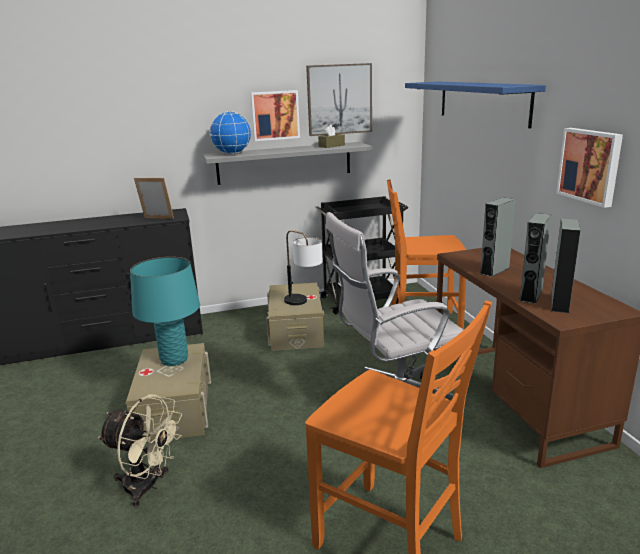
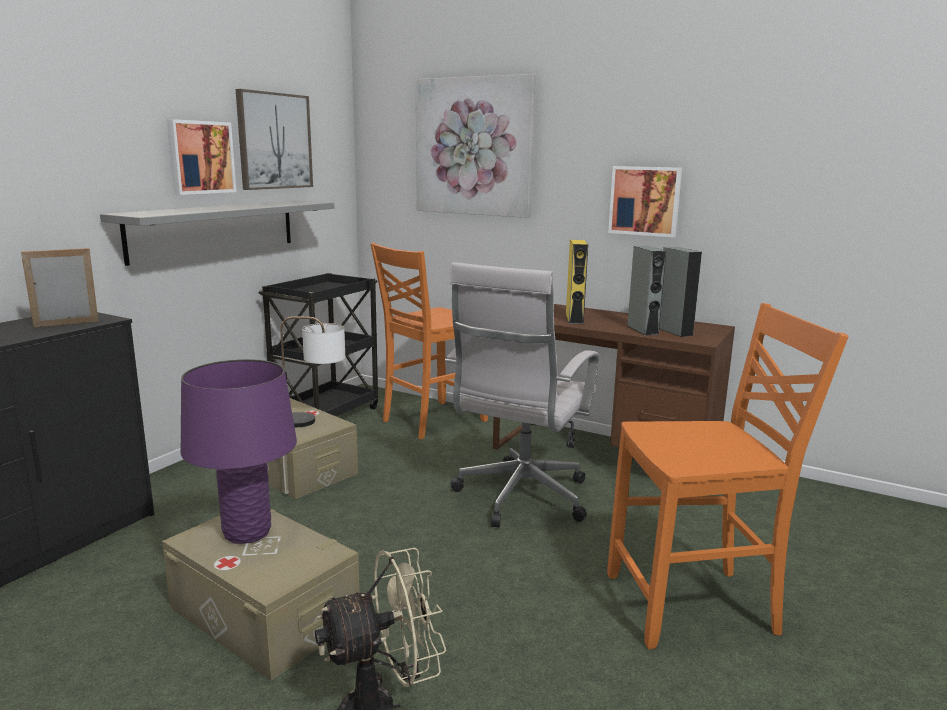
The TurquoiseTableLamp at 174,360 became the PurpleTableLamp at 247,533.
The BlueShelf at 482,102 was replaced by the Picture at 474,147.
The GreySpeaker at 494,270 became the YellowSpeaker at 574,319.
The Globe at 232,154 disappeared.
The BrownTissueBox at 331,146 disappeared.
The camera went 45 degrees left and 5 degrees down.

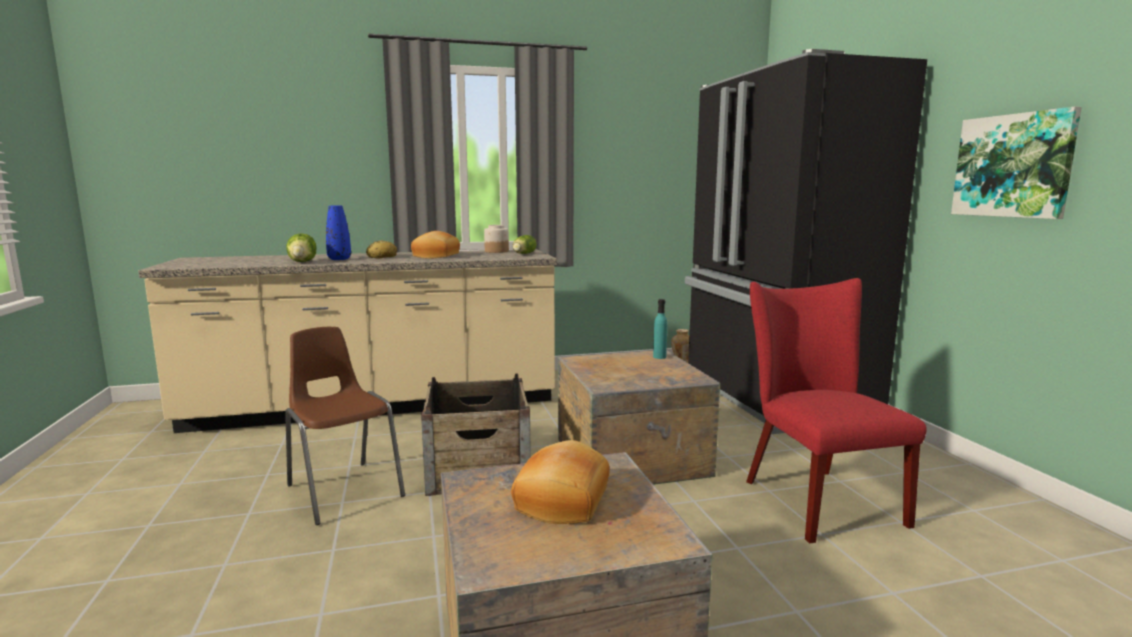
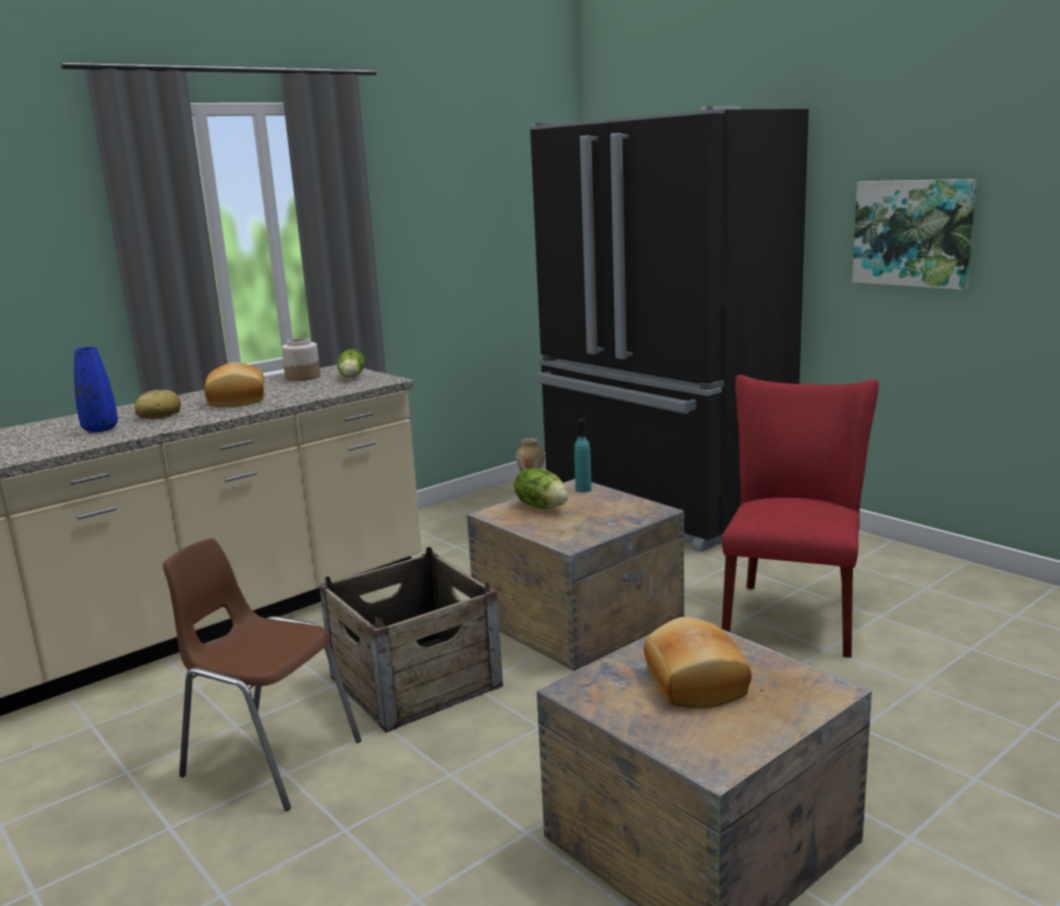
The Lettuce moved from 303,262 to 542,506.
The RedChair at 814,498 turned 60 degrees clockwise.
The camera went 25 degrees left and 5 degrees up.

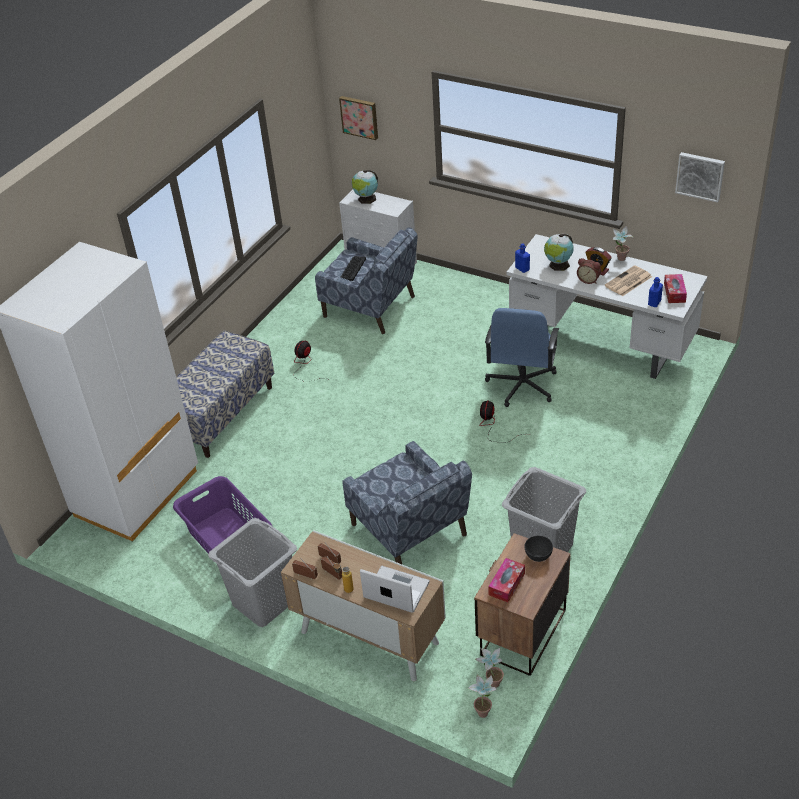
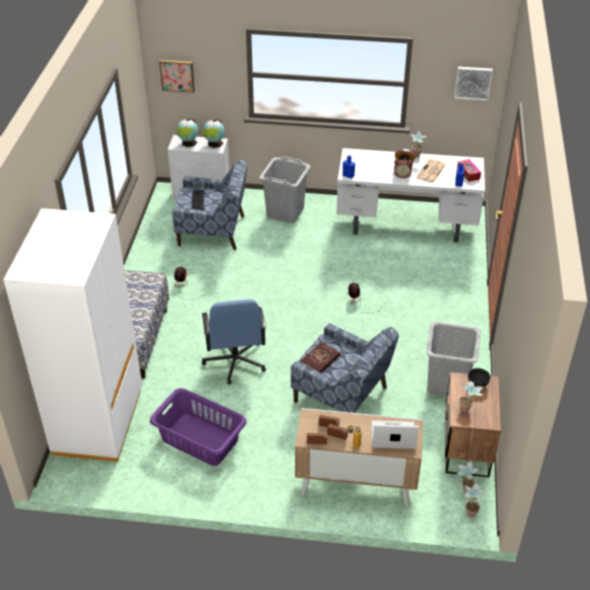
The BlueOfficeChair moved from 521,385 to 235,361.
The Globe moved from 558,265 to 214,144.
The GreyLaundryBasket moved from 264,602 to 285,212.
The RedBook at 320,359 appeared.
The TissueBox at 506,584 was replaced by the PottedPlant at 467,410.
The camera went 25 degrees left and 0 degrees up.

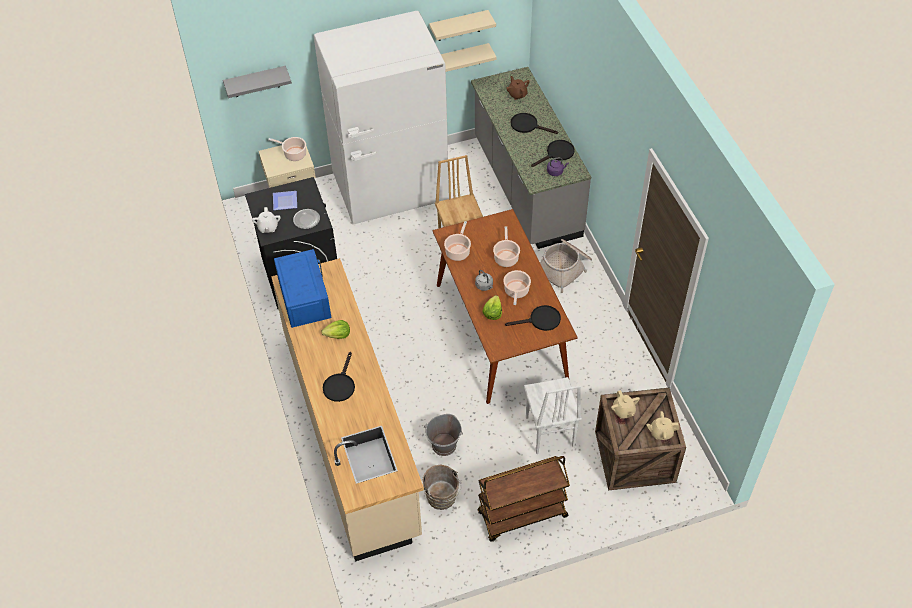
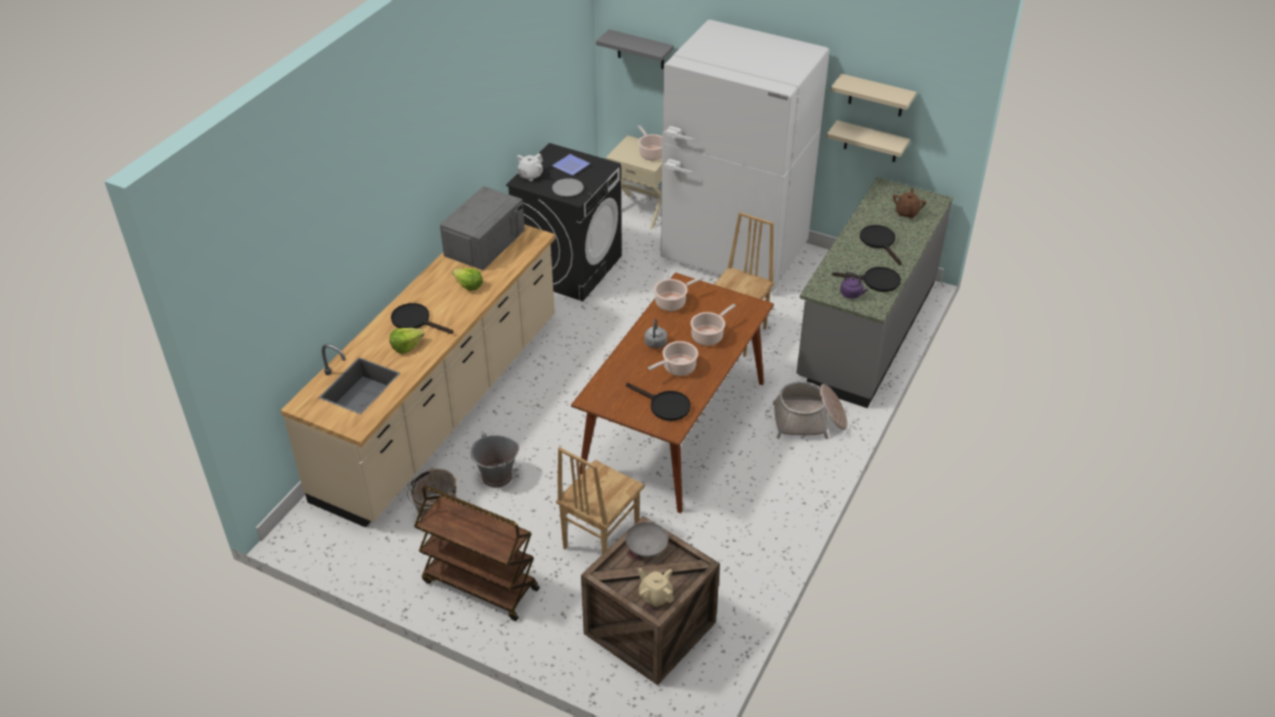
The Lettuce moved from 492,312 to 406,346.
The BlackFryingPan at 340,384 turned 60 degrees clockwise.
The BlueMicrowave at 304,297 became the GreyMicrowave at 485,242.
The WhiteChair at 549,432 became the BrownChair at 599,540.
The BeigeTeapot at 623,411 was replaced by the GreyBowl at 646,548.
The camera went 45 degrees right and 10 degrees down.

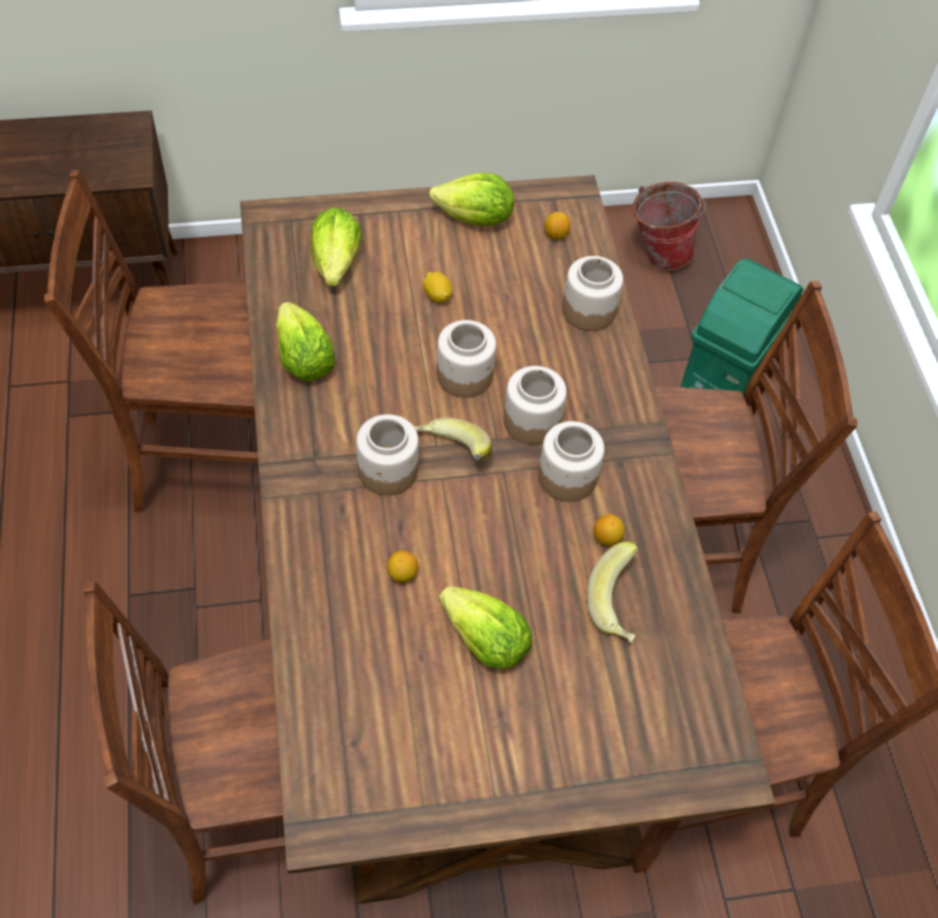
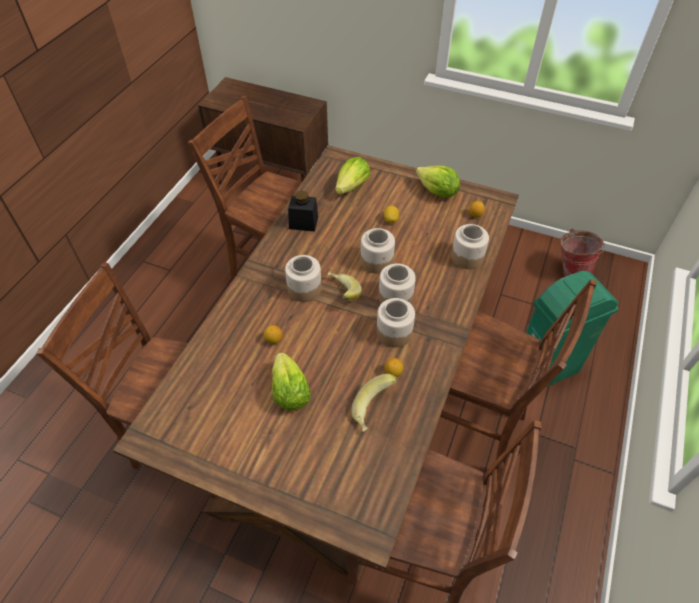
The Lettuce at 303,360 was replaced by the BlackJar at 303,223.
The camera went 35 degrees right and 5 degrees down.

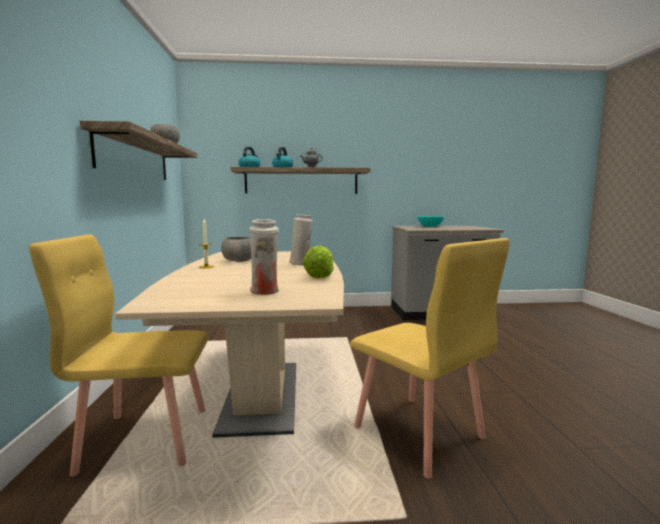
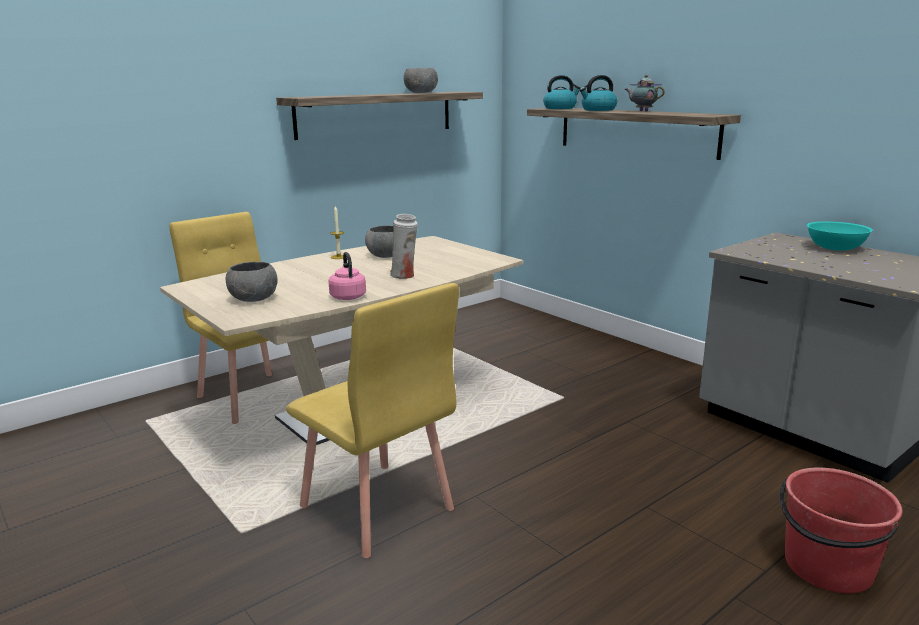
The WhiteVase at 265,292 was replaced by the GreyBowl at 254,299.
The YellowChair at 418,433 turned 60 degrees counterclockwise.
The Lettuce at 319,276 was replaced by the PinkKettle at 347,296.
The RedBucket at 827,567 appeared.
The camera went 55 degrees right and 10 degrees up.

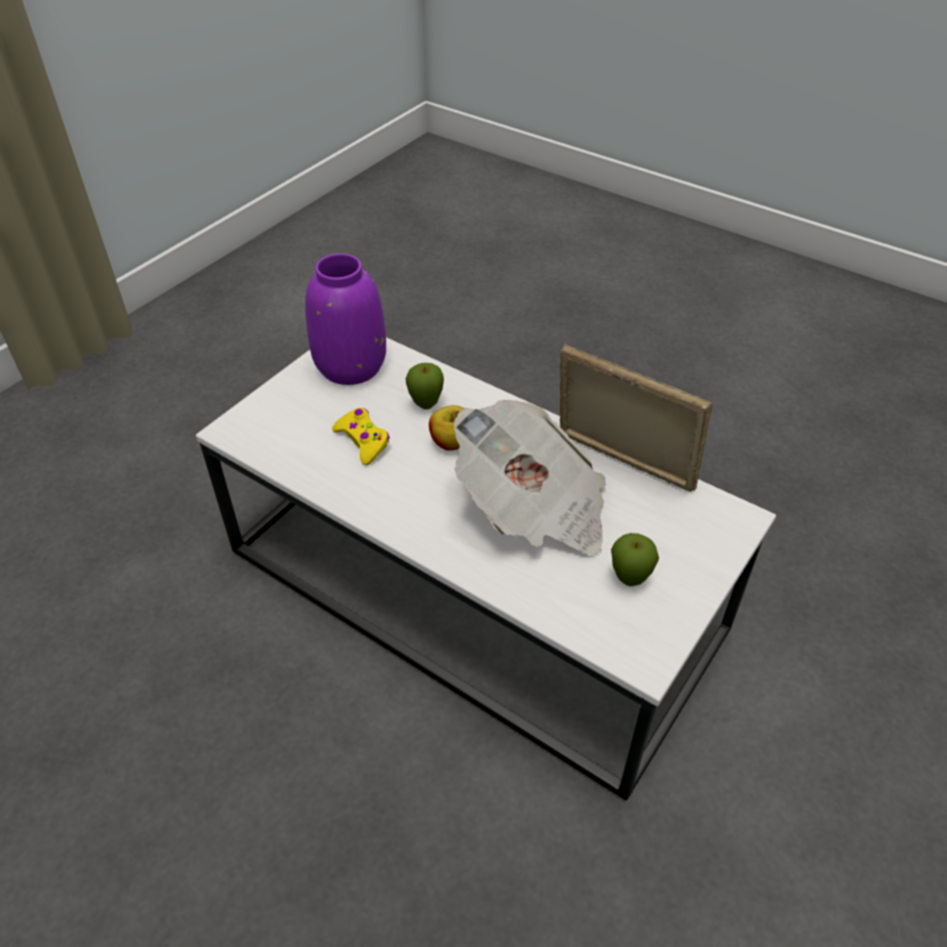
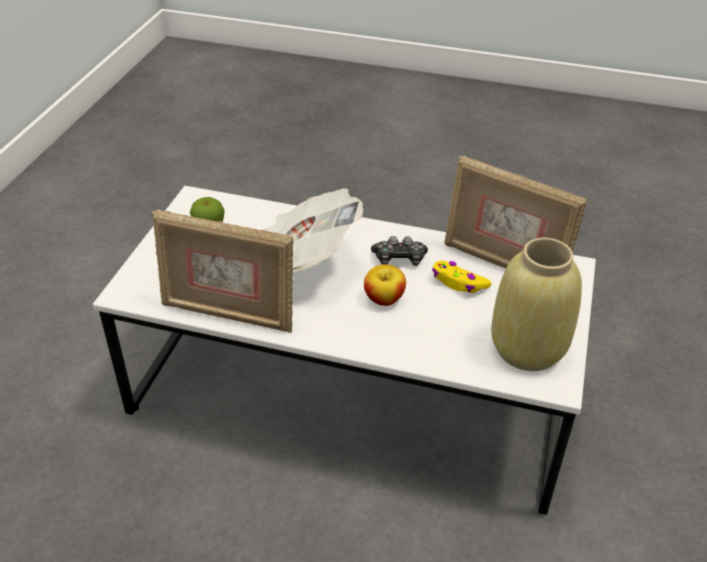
The GameController at 399,259 appeared.
The PictureFrame at 503,263 appeared.
The PurpleVase at 349,366 became the BeigeVase at 529,349.
The Apple at 426,405 disappeared.
The camera went 160 degrees right and 5 degrees down.

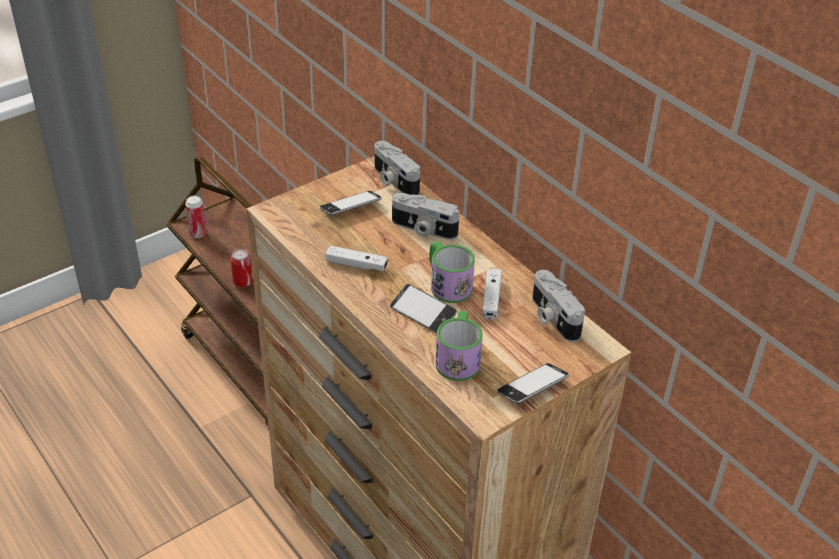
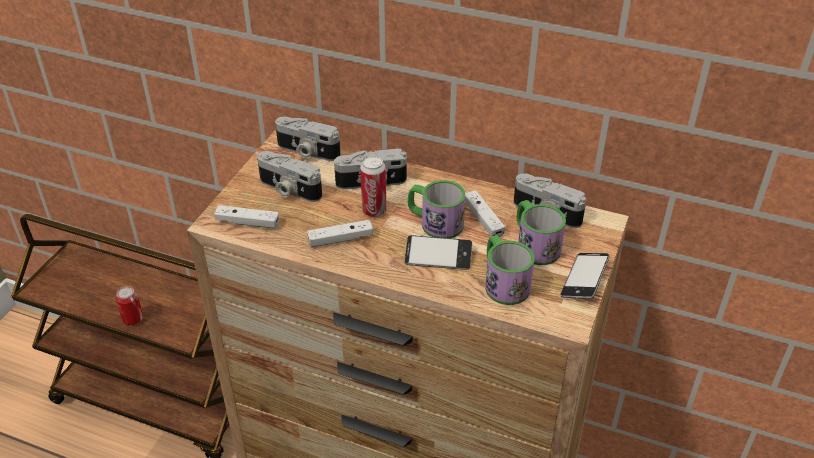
The WhiteGameController at 247,222 appeared.
The Phone at 350,207 was replaced by the PhotoCamera at 288,190.
The Can moved from 198,234 to 374,211.
The Mug at 534,245 appeared.
The camera went 30 degrees left and 0 degrees up.

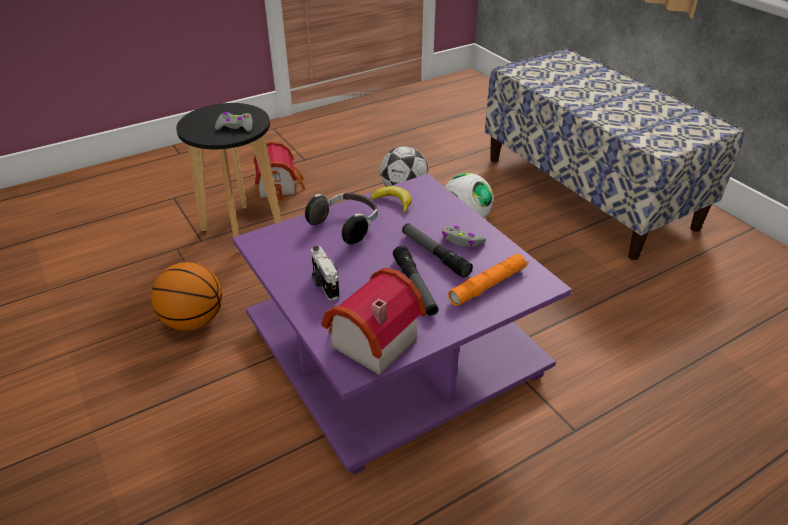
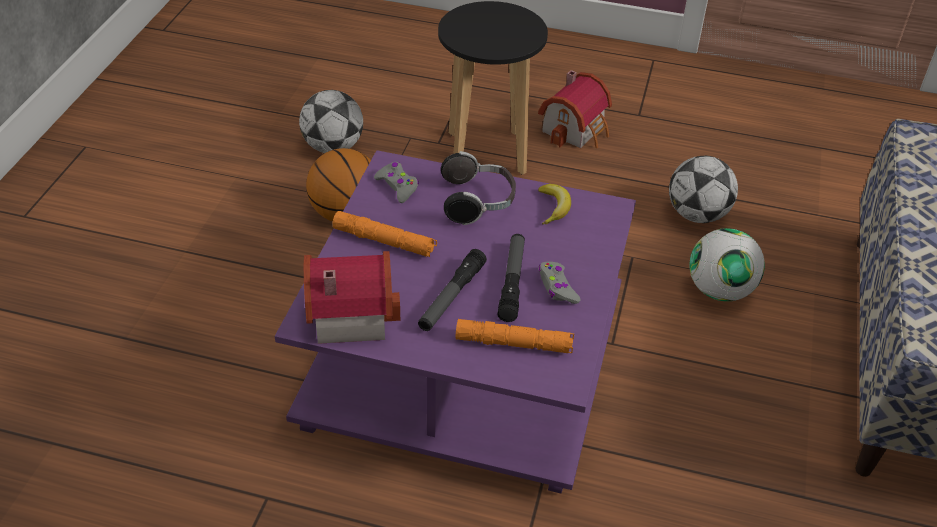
The Football at 333,147 appeared.
The PhotoCamera at 324,284 was replaced by the OrangeFlashlight at 384,241.
The GreyGameController moved from 235,127 to 397,186.
The camera went 45 degrees right and 5 degrees up.

